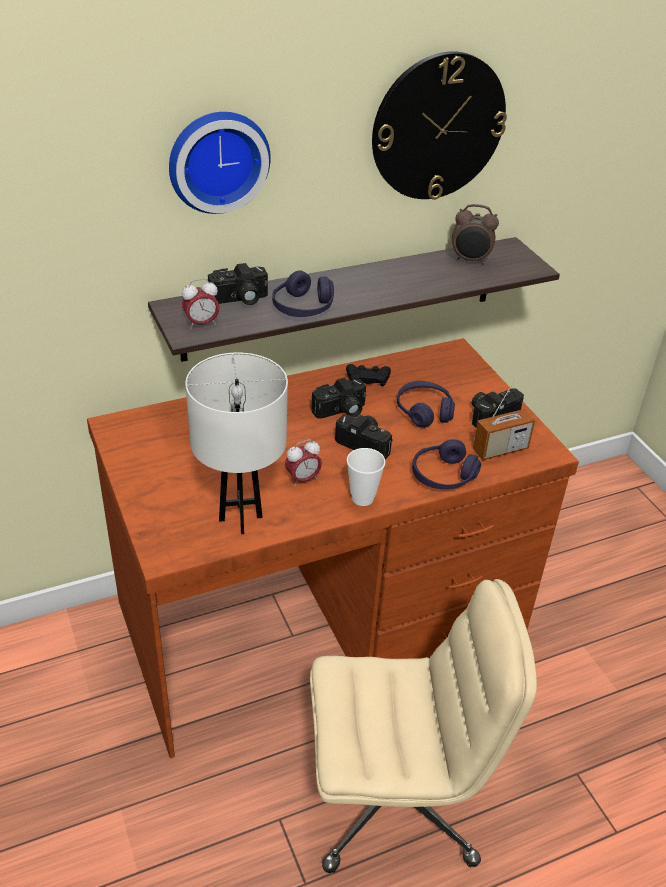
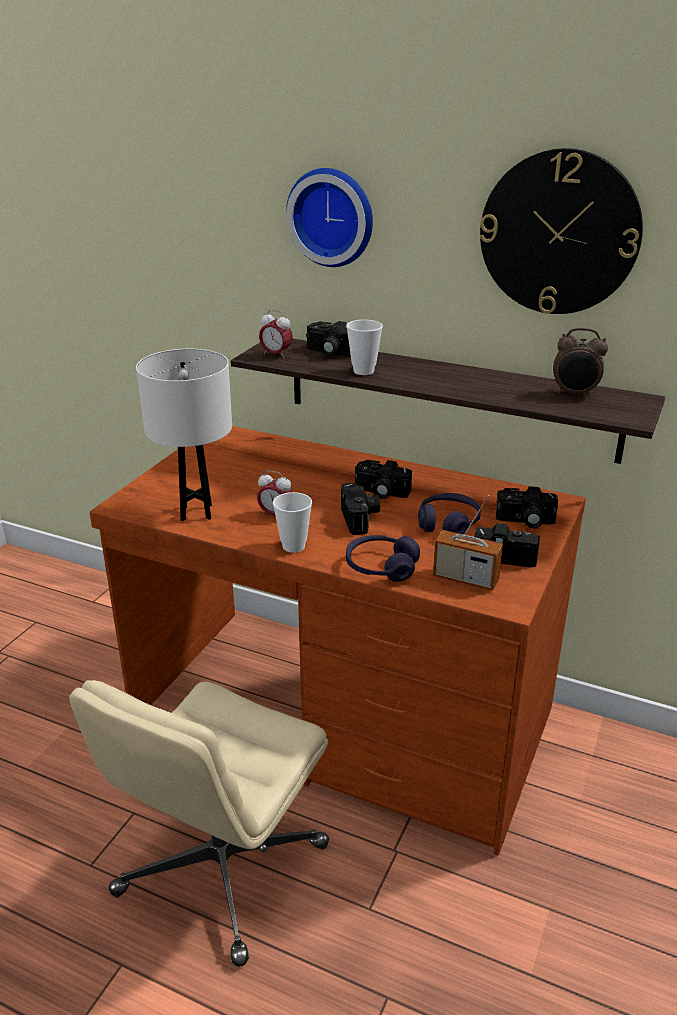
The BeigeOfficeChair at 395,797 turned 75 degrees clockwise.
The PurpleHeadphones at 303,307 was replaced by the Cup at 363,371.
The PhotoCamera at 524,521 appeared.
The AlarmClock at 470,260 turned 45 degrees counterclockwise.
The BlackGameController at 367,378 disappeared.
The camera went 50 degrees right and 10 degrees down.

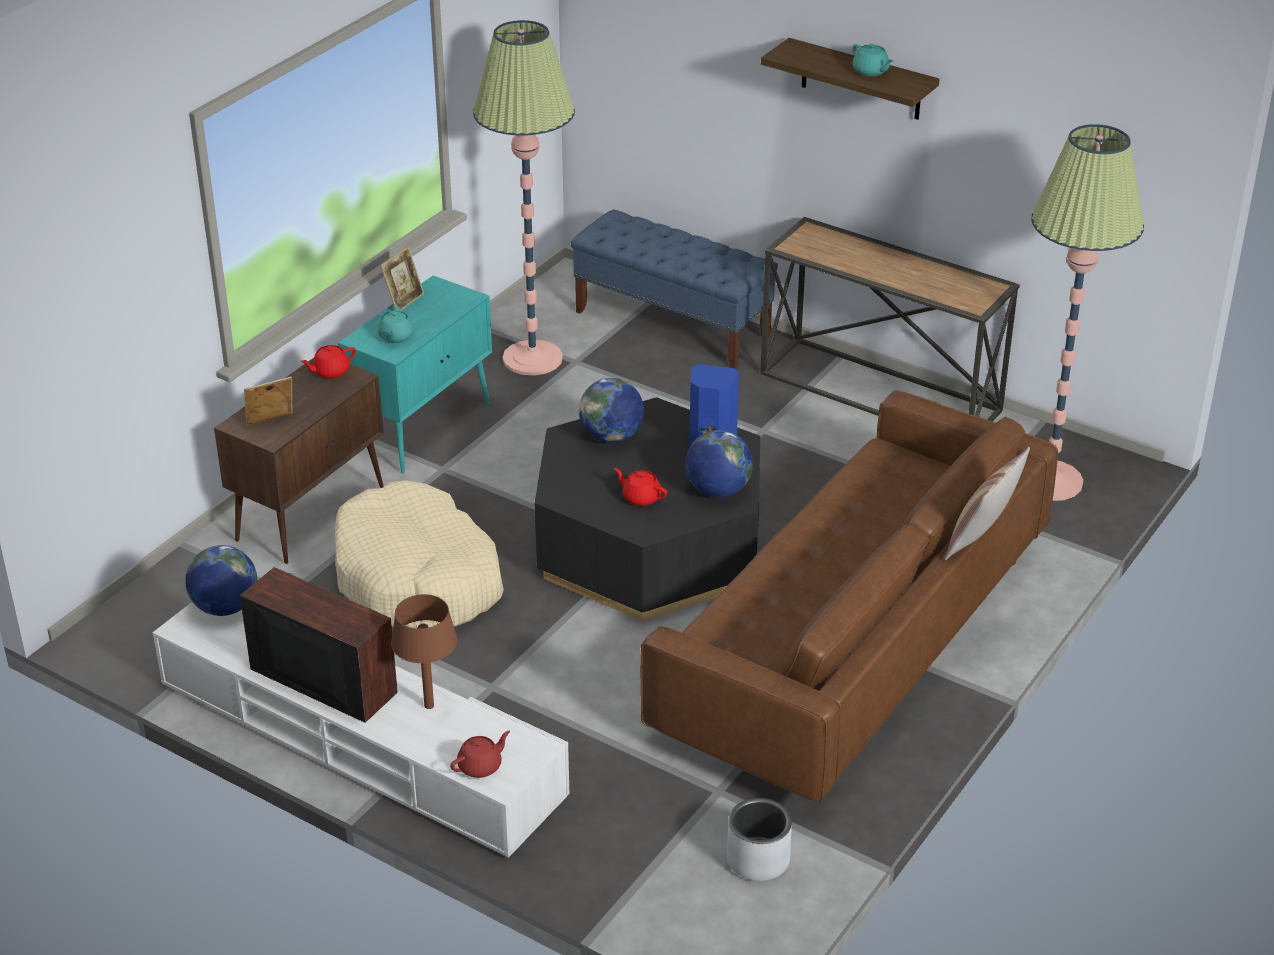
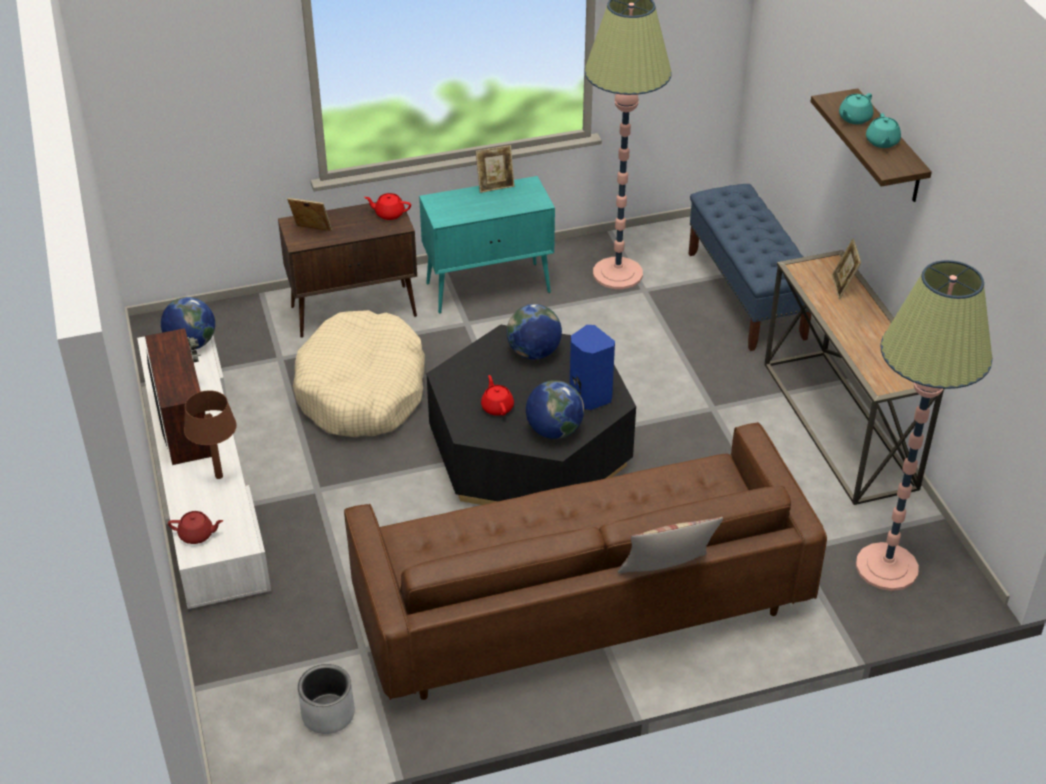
The PictureFrame at 843,287 appeared.
The TurquoiseTeapot moved from 396,337 to 854,118.
The camera went 40 degrees right and 5 degrees up.

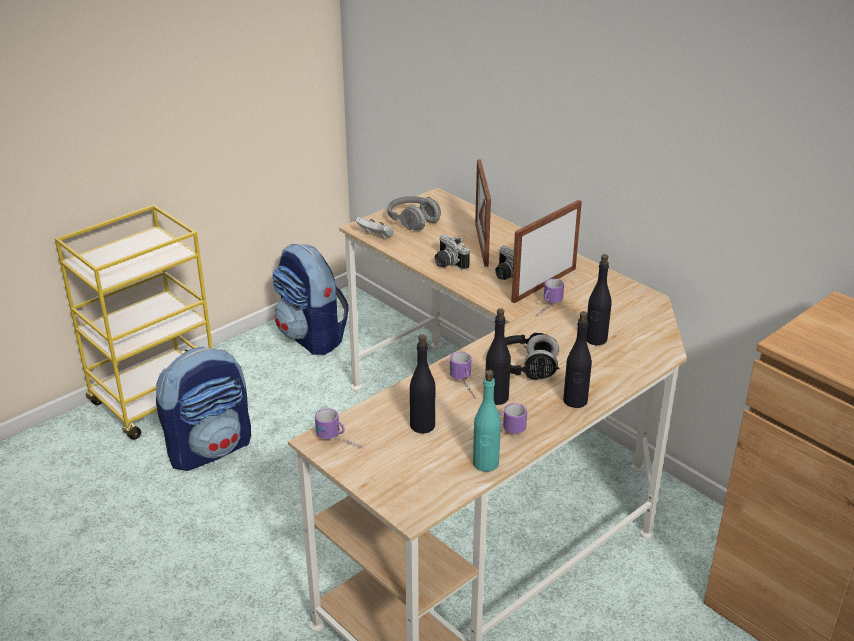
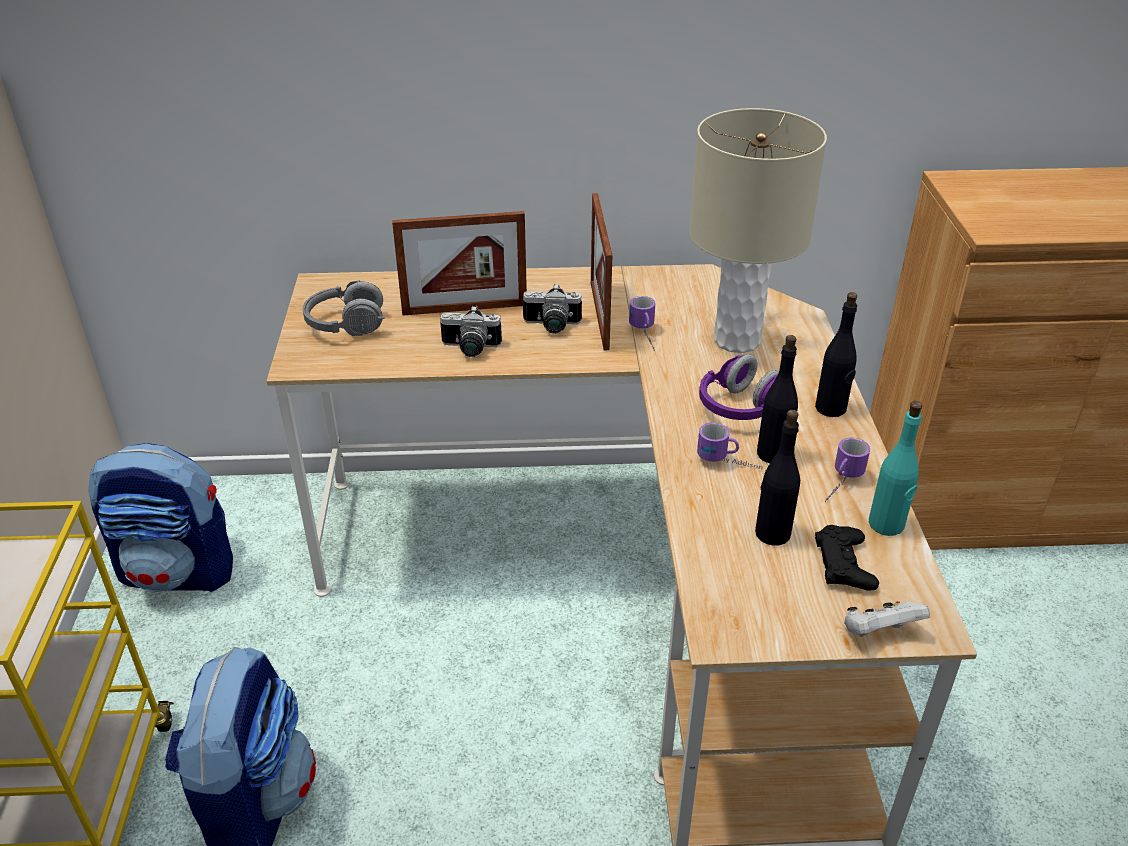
The PictureFrame at 481,244 turned 45 degrees counterclockwise.
The BlackBottle at 595,339 was replaced by the BeigeTableLamp at 737,340.
The BlackHeadphones at 525,369 became the PurpleHeadphones at 740,408.
The BlackGameController at 844,564 appeared.
The WhiteGameController moved from 376,237 to 878,633.
The Mug at 340,442 disappeared.
The camera went 50 degrees left and 5 degrees up.

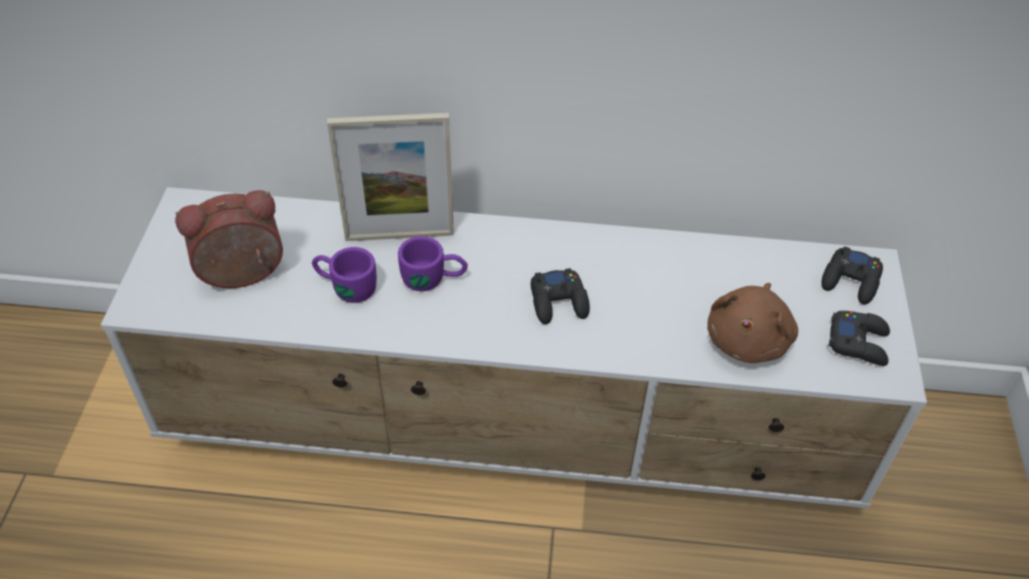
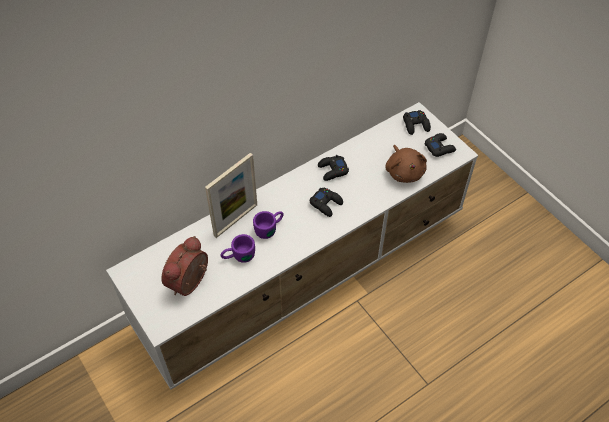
The BlackGameController at 332,170 appeared.
The camera went 40 degrees left and 5 degrees up.

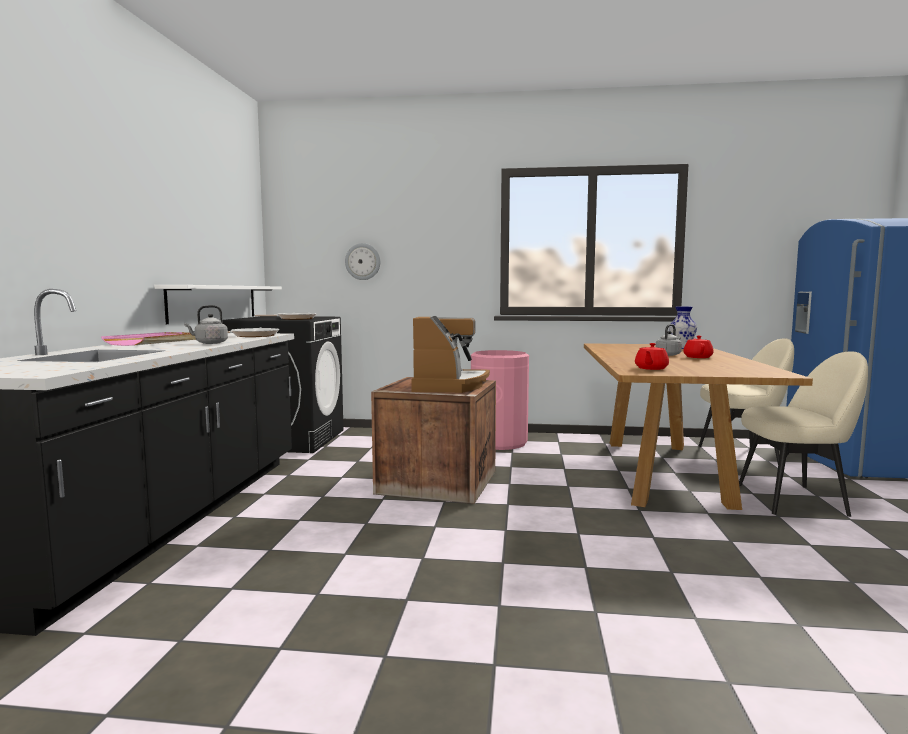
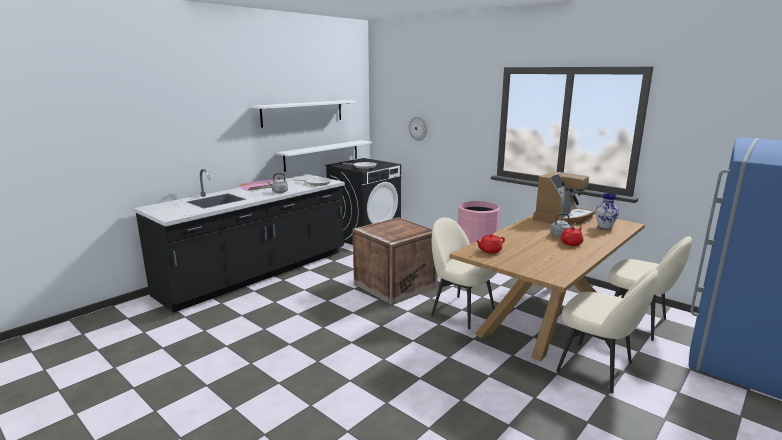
The WhiteShelf at 303,113 appeared.
The BeigeChair at 461,311 appeared.
The CoffeeMachine moved from 449,385 to 562,218.
The camera went 35 degrees right and 10 degrees up.

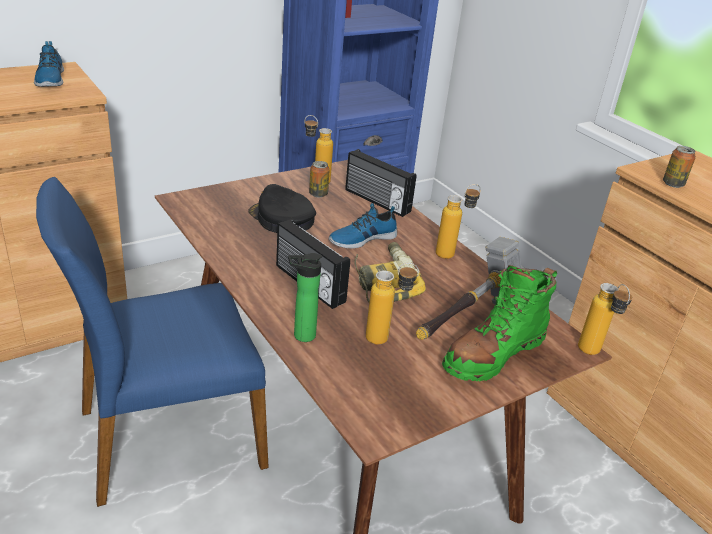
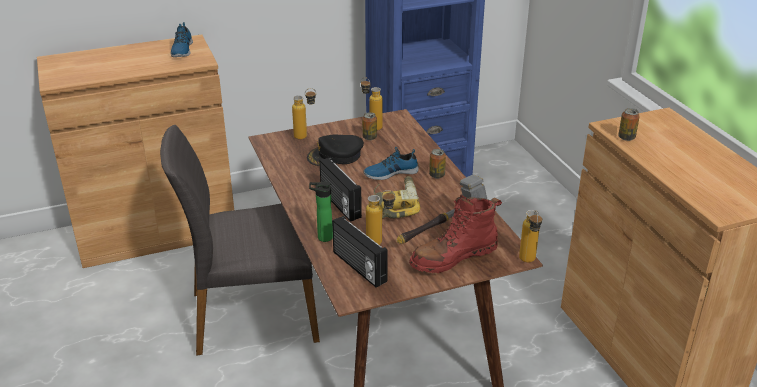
The BlueChair at 168,436 became the GreyChair at 252,315.
The Bottle moved from 452,253 to 306,136.
The BlackCap at 281,218 turned 75 degrees counterclockwise.
The Radio moved from 376,201 to 358,267.
The GreenBoot at 494,354 became the RedBoot at 453,257.
The Can at 437,175 appeared.
The camera went 15 degrees right and 0 degrees up.

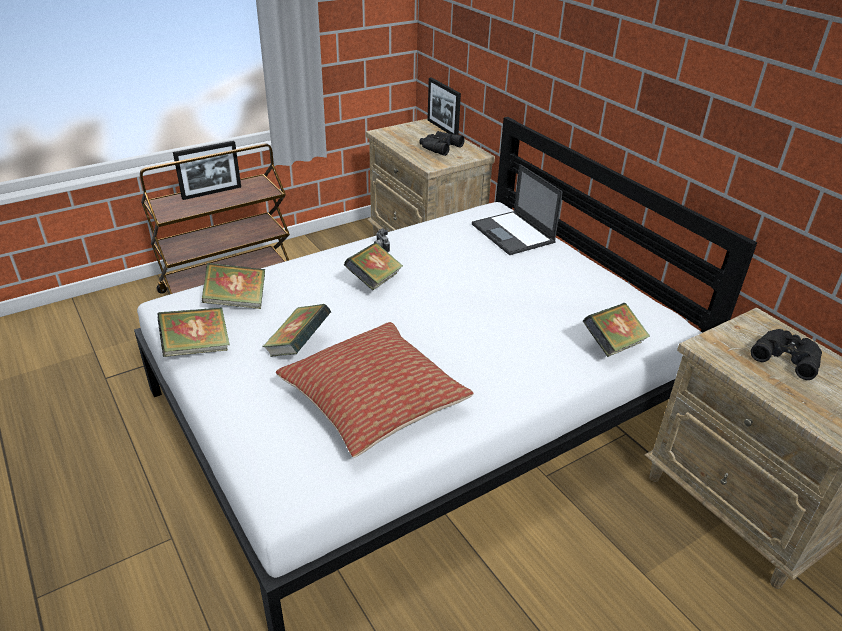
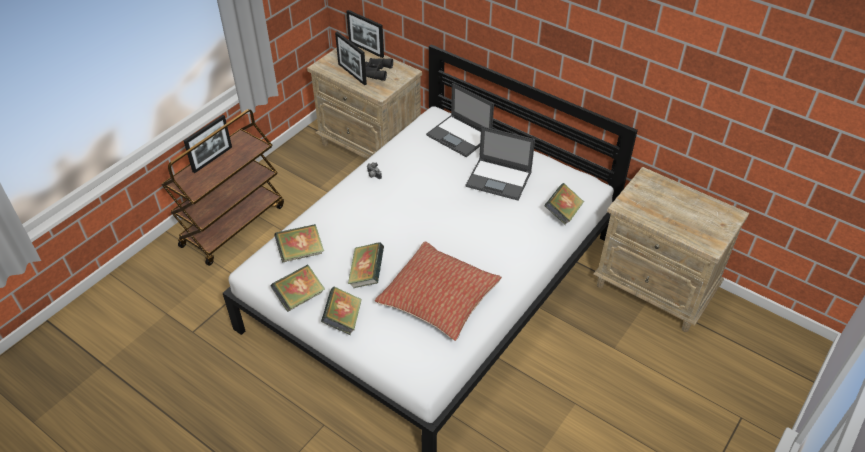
The Book moved from 374,281 to 343,319.
The PictureFrame at 352,74 appeared.
The Laptop at 499,179 appeared.
The BlackBinoculars at 786,356 disappeared.
The camera went 20 degrees left and 10 degrees up.

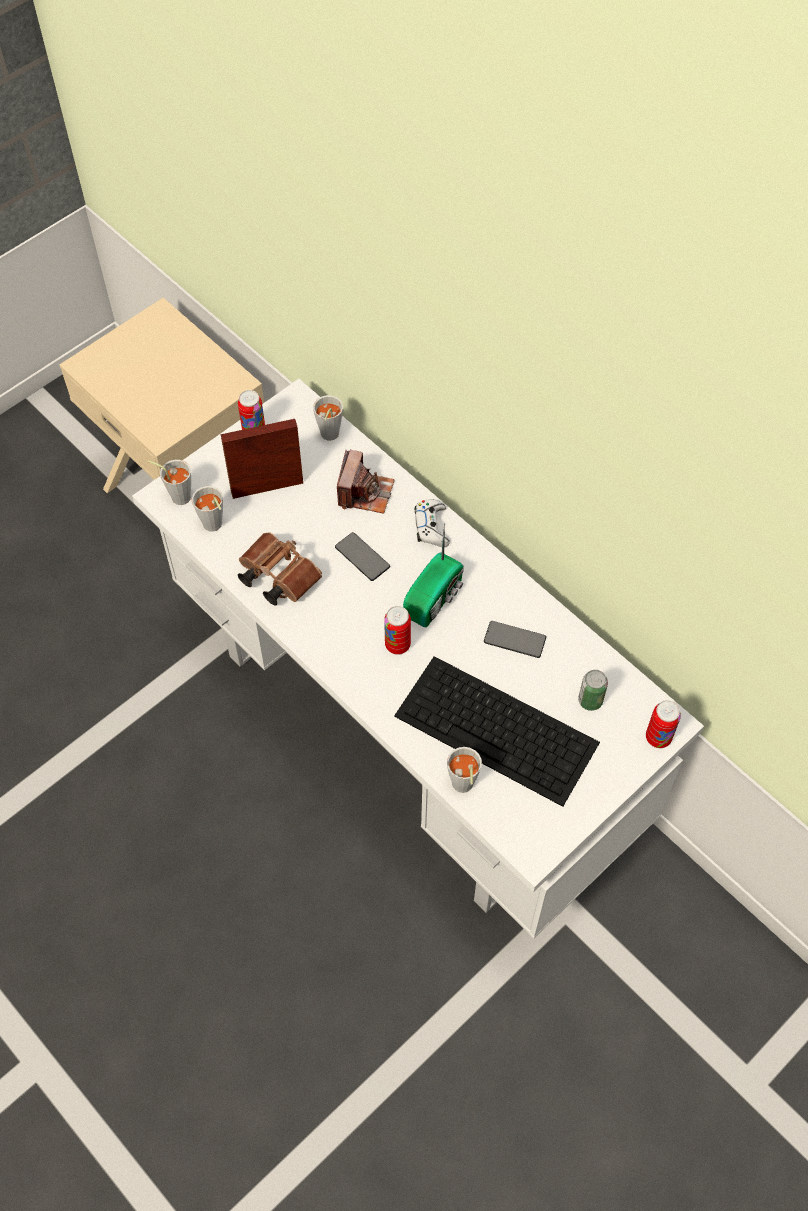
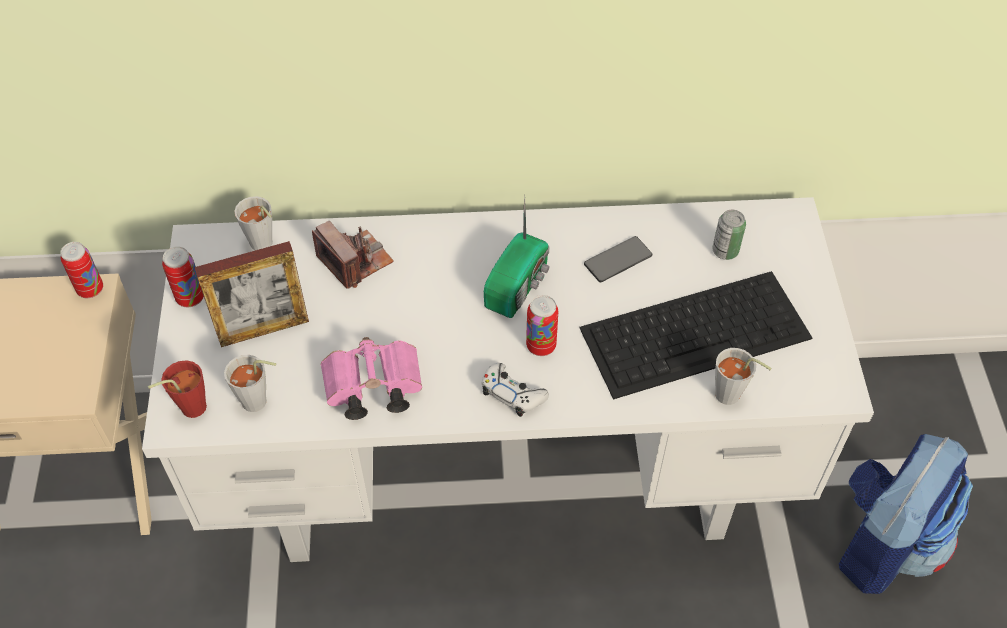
The Can moved from 658,737 to 90,289.
The GreyCup at 177,495 became the RedCup at 188,409.
The PictureFrame at 267,487 turned 135 degrees counterclockwise.
The BrownBinoculars at 276,576 became the PinkBinoculars at 371,389.
The WhiteGameController moved from 431,527 to 512,393.
The Radio at 435,597 turned 45 degrees clockwise.
The Backpack at 882,542 appeared.
The Phone at 362,557 disappeared.
The camera went 50 degrees left and 5 degrees down.

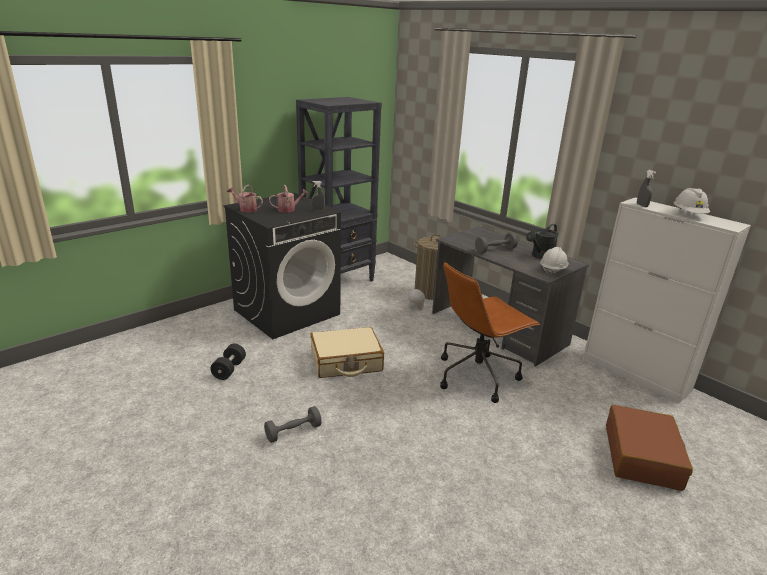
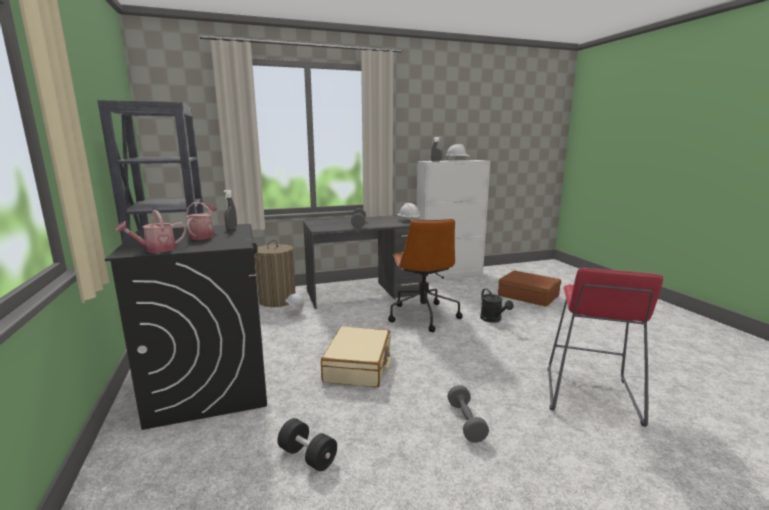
The BlackWateringCan moved from 540,256 to 493,320.
The RedStool at 590,395 appeared.
The camera went 65 degrees left and 10 degrees down.

